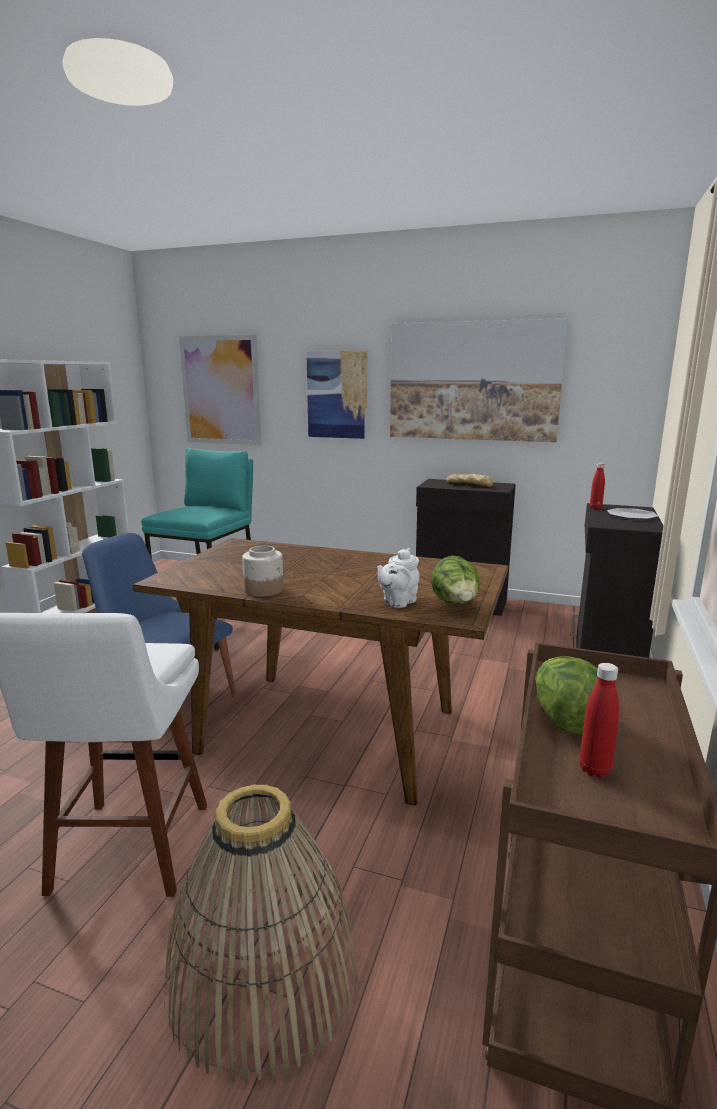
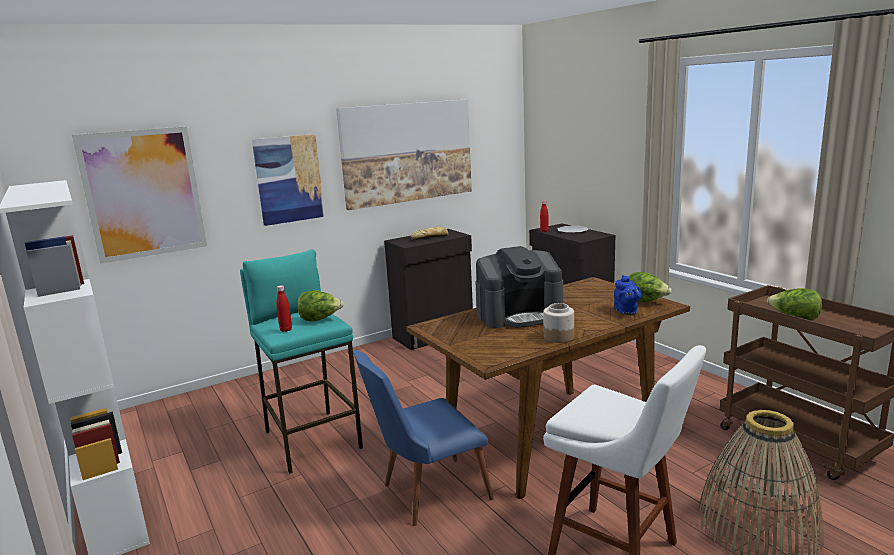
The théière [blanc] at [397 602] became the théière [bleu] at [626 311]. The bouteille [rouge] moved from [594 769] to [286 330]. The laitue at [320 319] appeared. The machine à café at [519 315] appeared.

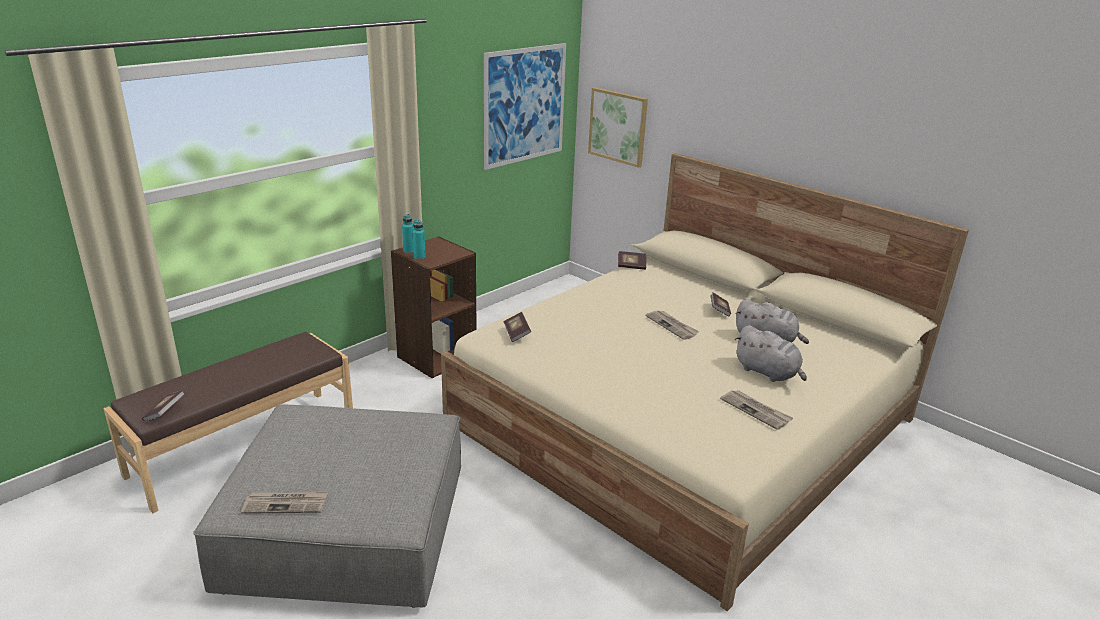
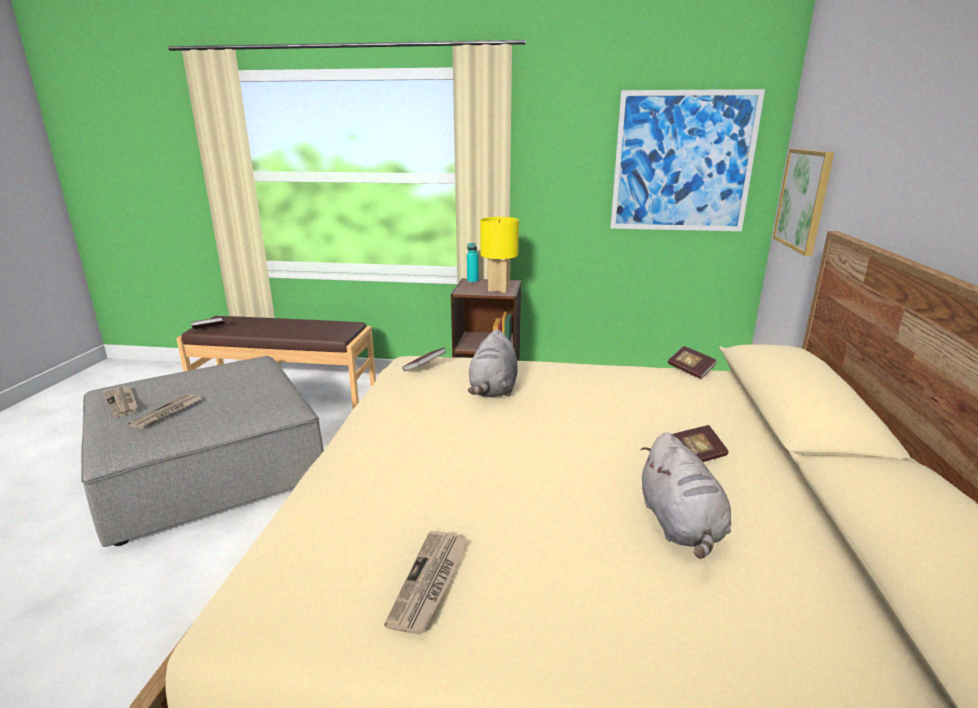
The bouteille [turquoise] at [419 257] disappeared. The journal moved from [672 326] to [167 413]. The peluche [gris] moved from [768 373] to [493 389]. The lampe de table [jaune] at [498 289] appeared.

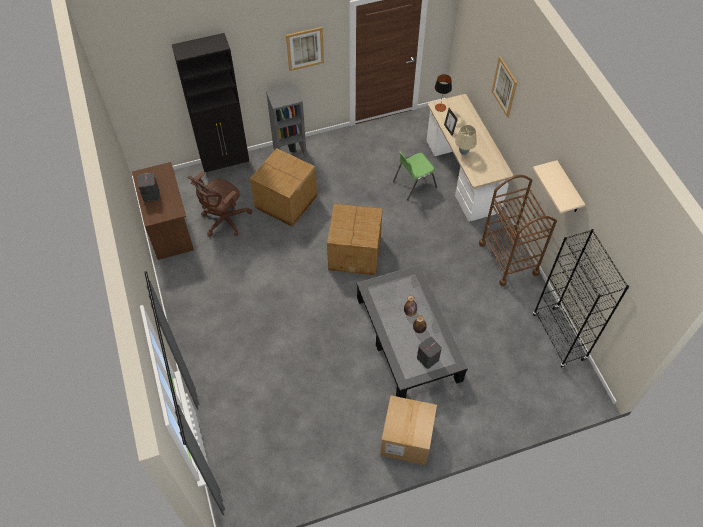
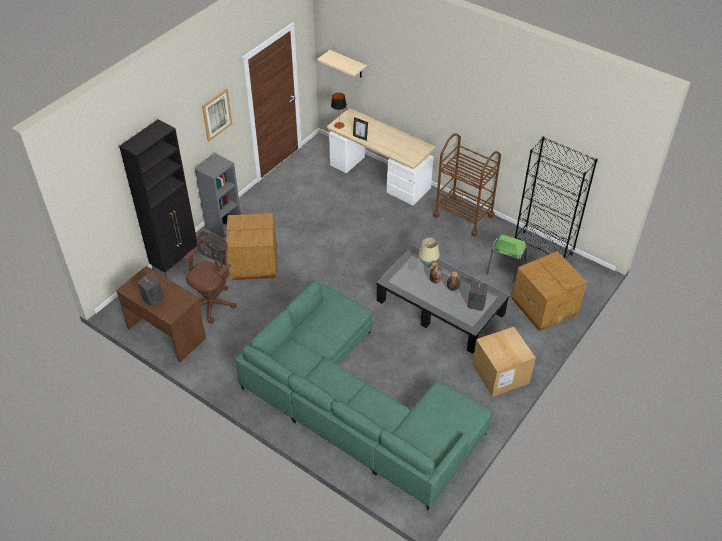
The chaise de bureau [marron] at [224 221] turned 150 degrees counterclockwise. The carton moved from [355 252] to [544 305]. The chaise [vert] moved from [413 184] to [505 267]. The lampe de table [beige] moved from [463 152] to [428 265]. The tableau at [504 86] disappeared. The étagère [beige] moved from [568 188] to [348 64]. The canapé [vert] at [355 404] appeared.

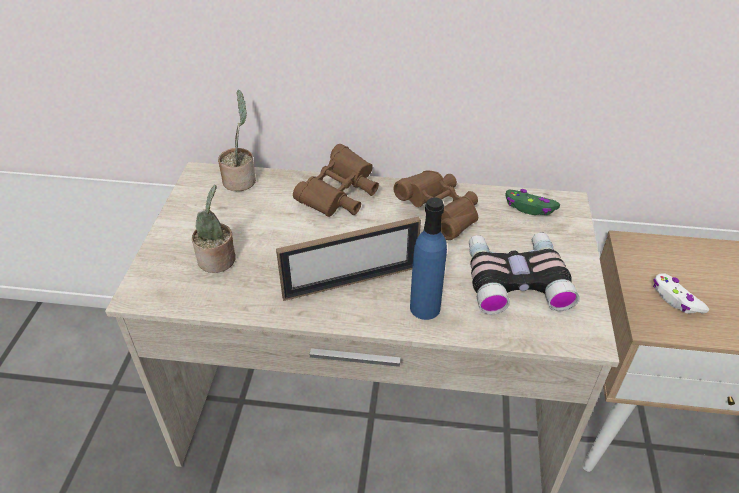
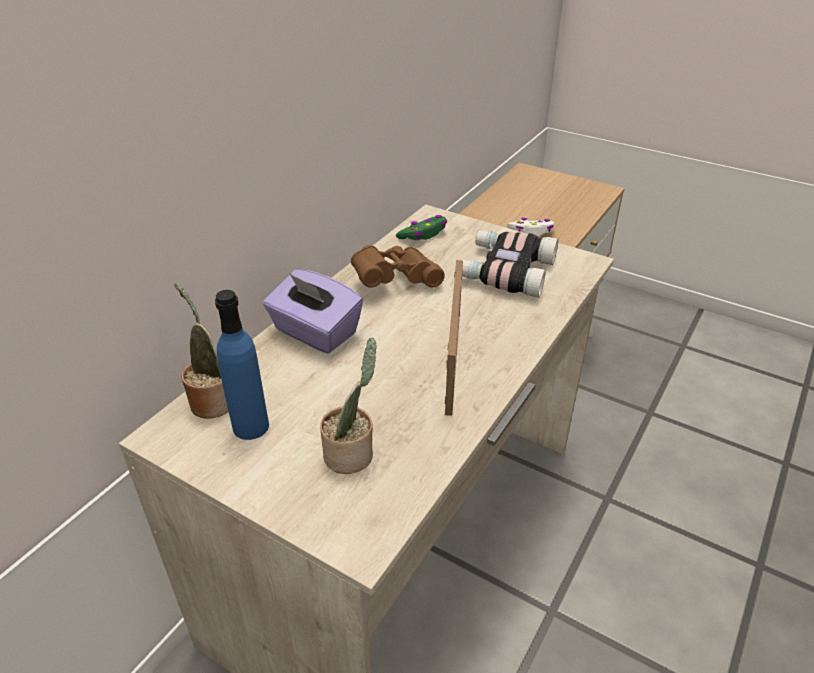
The jumelles [marron] at [339 196] was replaced by the boîte à mouchoirs [violet] at [315 332]. The bouteille [bleu] moved from [425 308] to [250 426].

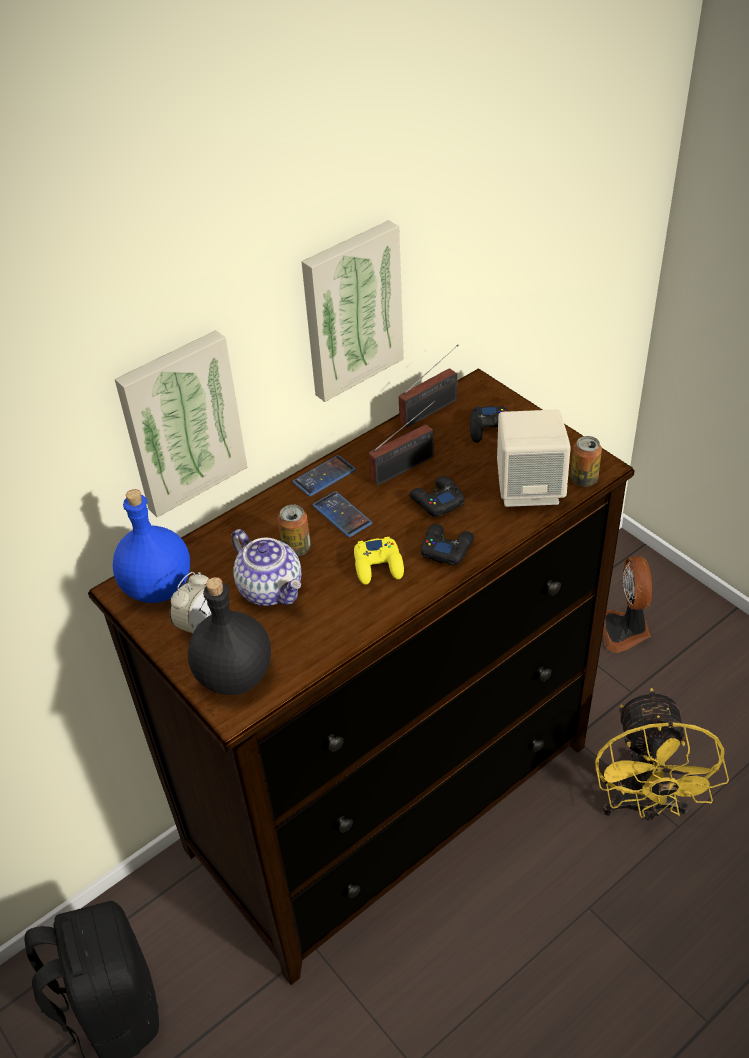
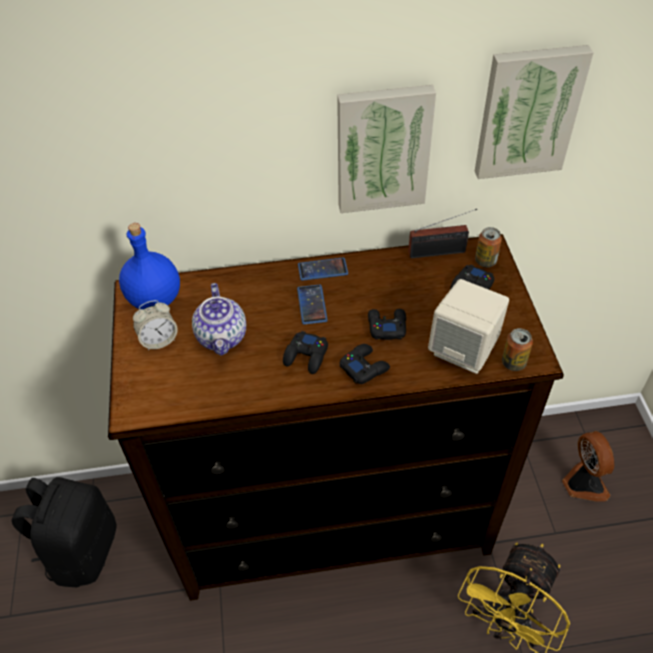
The tableau moved from [181 422] to [527 112]. The bouteille [noir] at [233 677] disappeared. The boîte métallique moved from [296 548] to [485 261]. The manette [jaune] at [378 565] became the manette [noir] at [306 356]. The radio at [406 467] disappeared. The ventilateur at [625 630] turned 135 degrees clockwise.

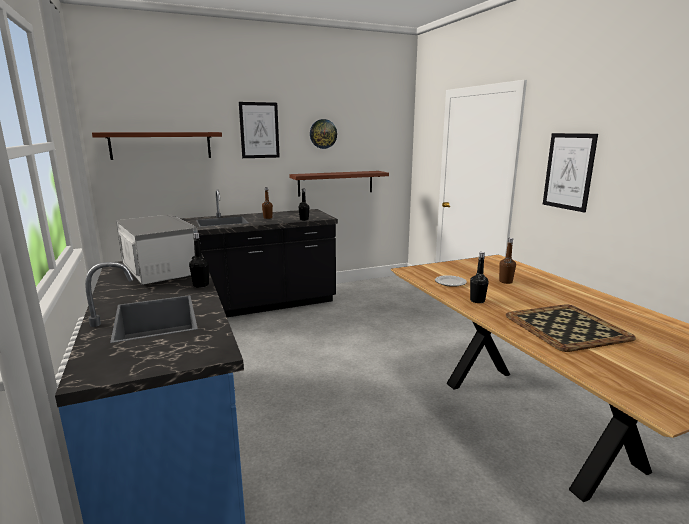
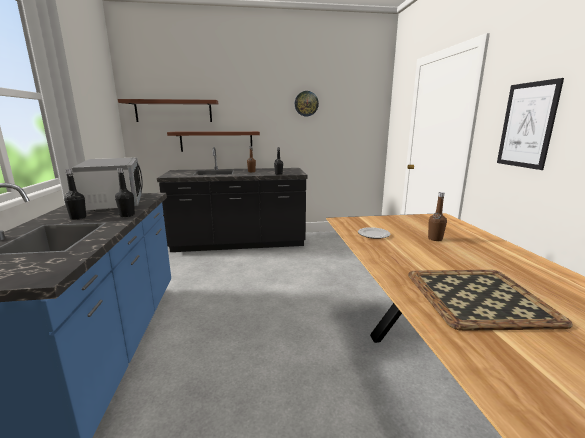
The tableau at [259 130] disappeared. The étagère moved from [336 183] to [216 141]. The bouteille [noir] moved from [477 301] to [78 218].

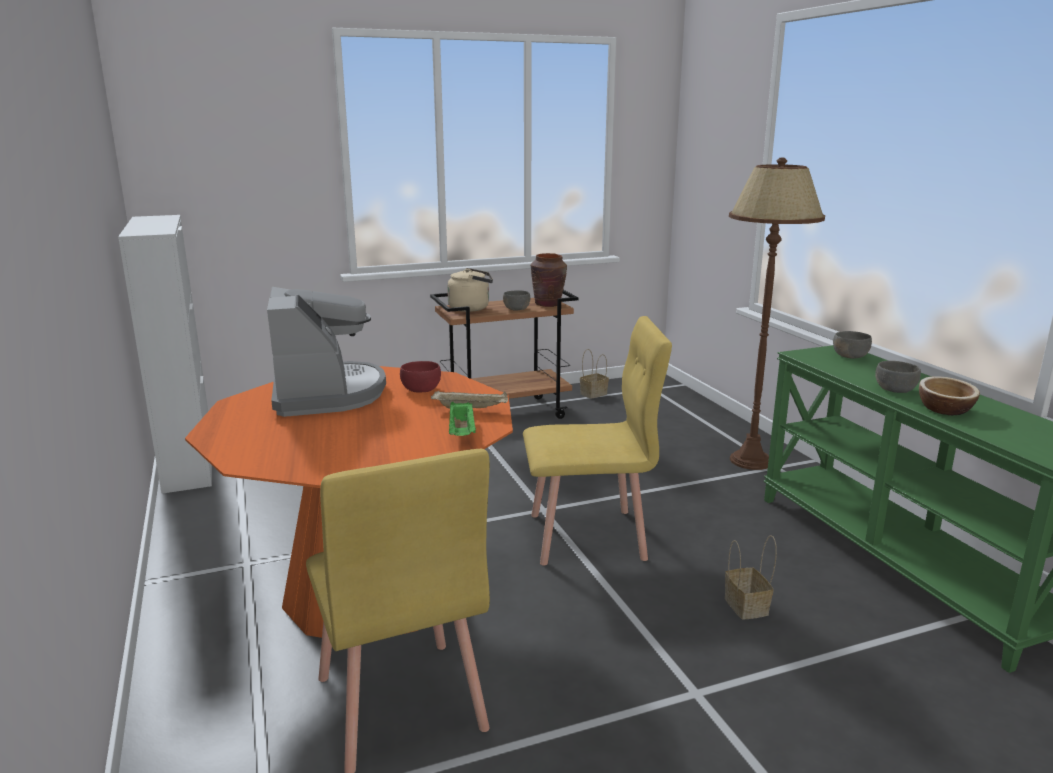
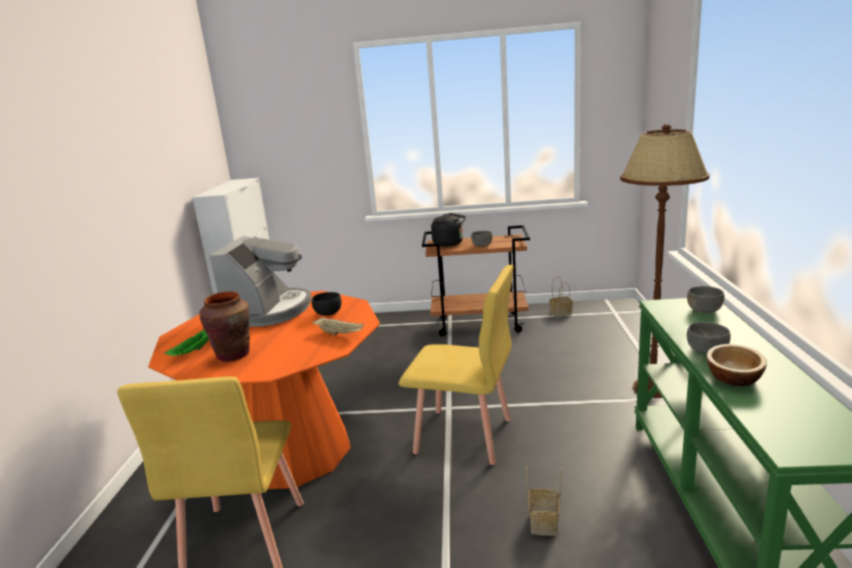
The bol [rouge] at [420 389] became the bol [noir] at [327 313]. The bouilloire [beige] at [471 308] became the bouilloire [noir] at [450 243]. The plateau [vert] moved from [462 432] to [193 351]. The vase [marron] moved from [548 304] to [233 355].

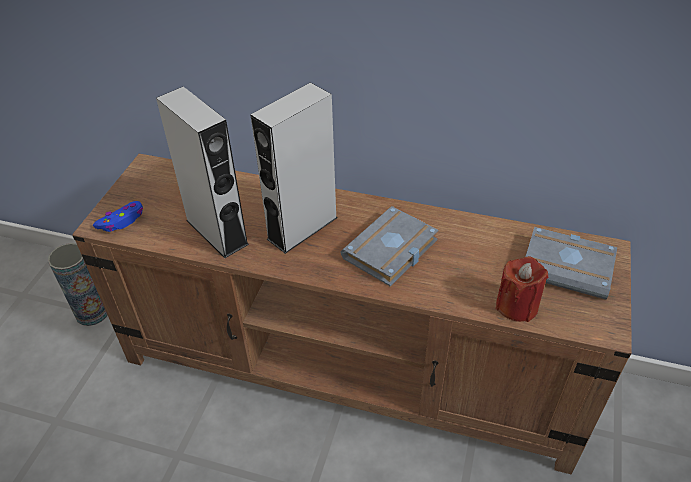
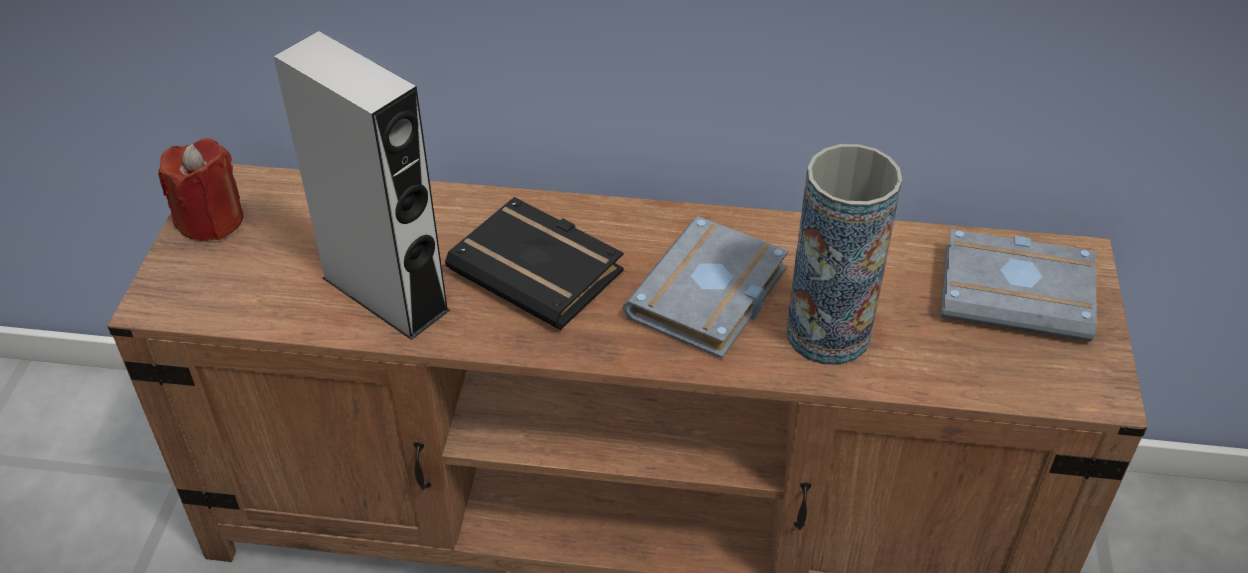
The vase moved from [92 312] to [828 334]. The manette [bleu] at [122 221] disappeared. The enceinte [gris] at [302 228] was replaced by the livre [noir] at [541 271]. The bougie [rouge] moved from [517 306] to [211 220].

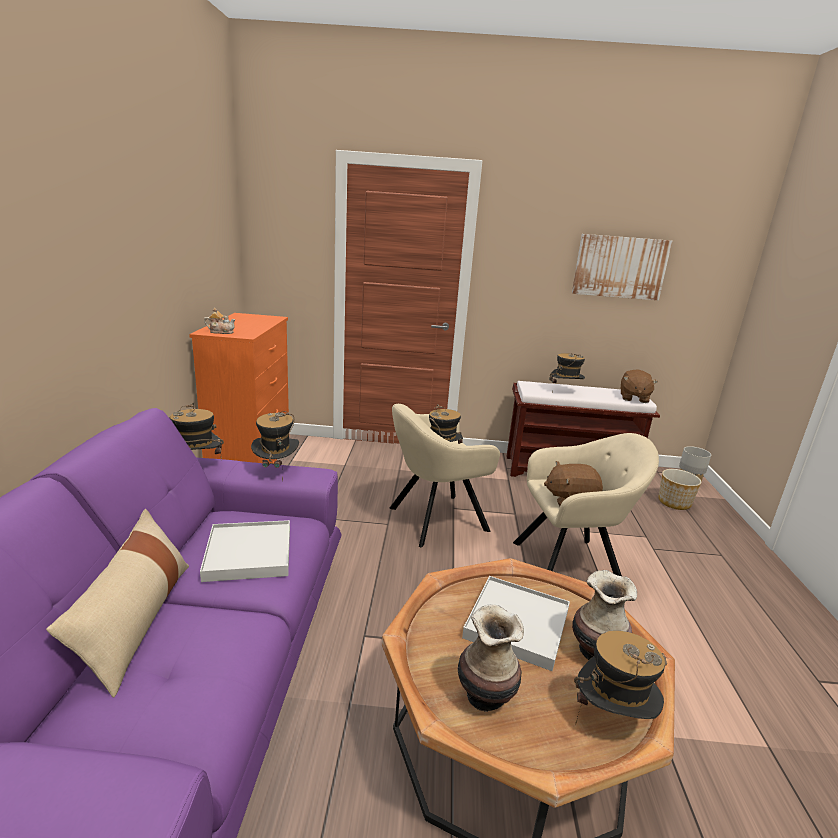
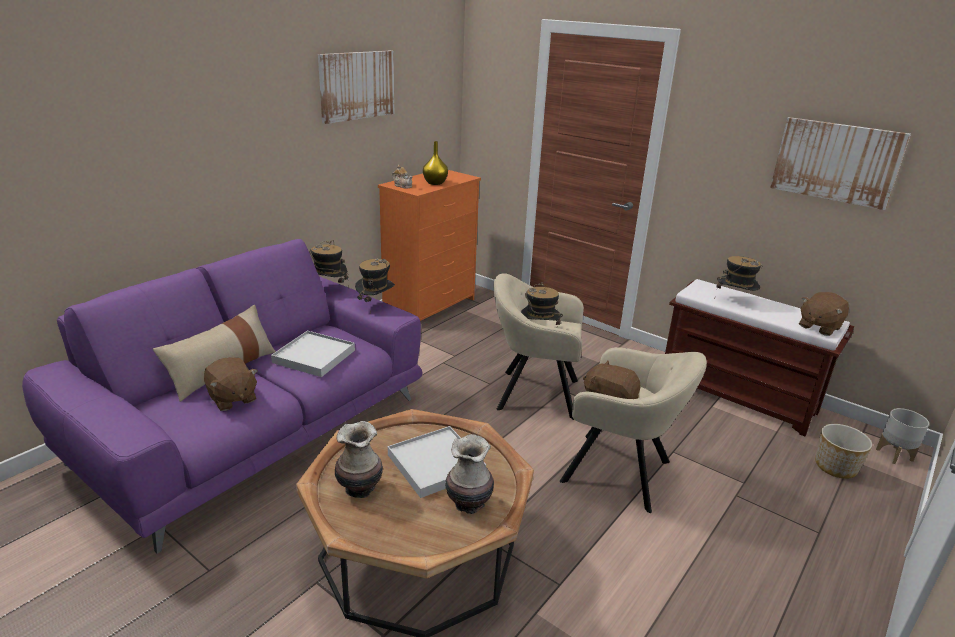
The chapeau at [611 719] disappeared. The peluche [marron] at [232 399] appeared. The tableau at [356 85] appeared. The vase [jaune] at [435 183] appeared.

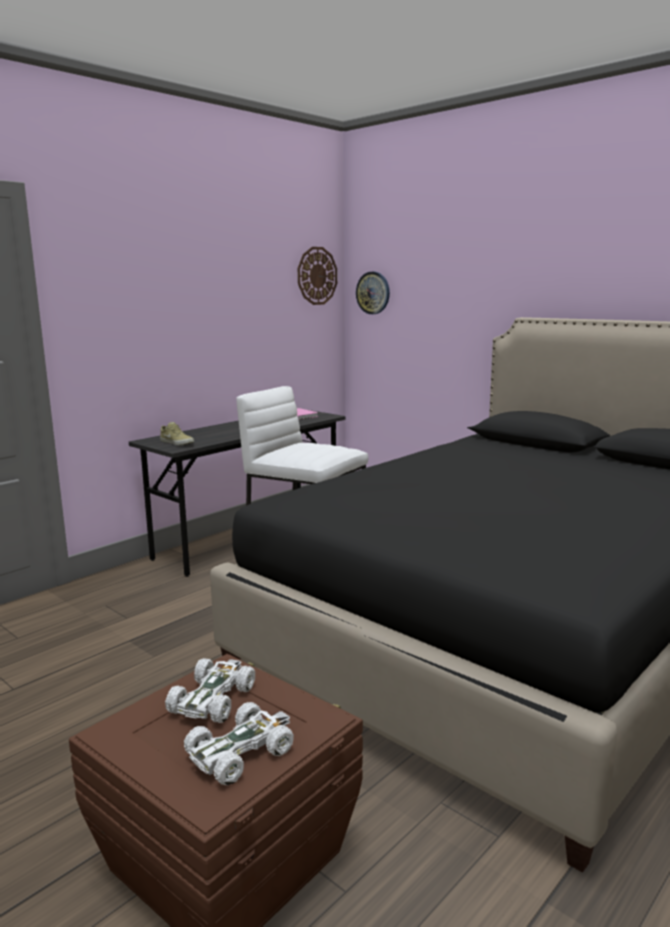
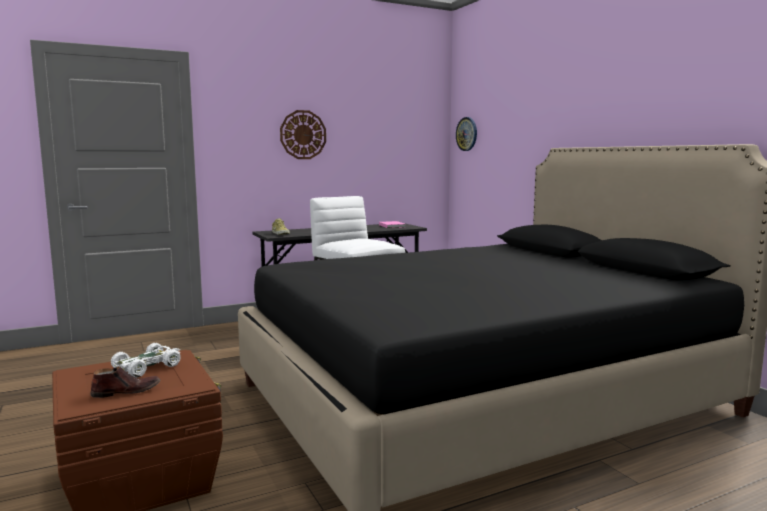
The petite voiture [blanc] at [241 752] was replaced by the chaussure [marron] at [126 391]. The horloge murale moved from [317 276] to [303 135].

